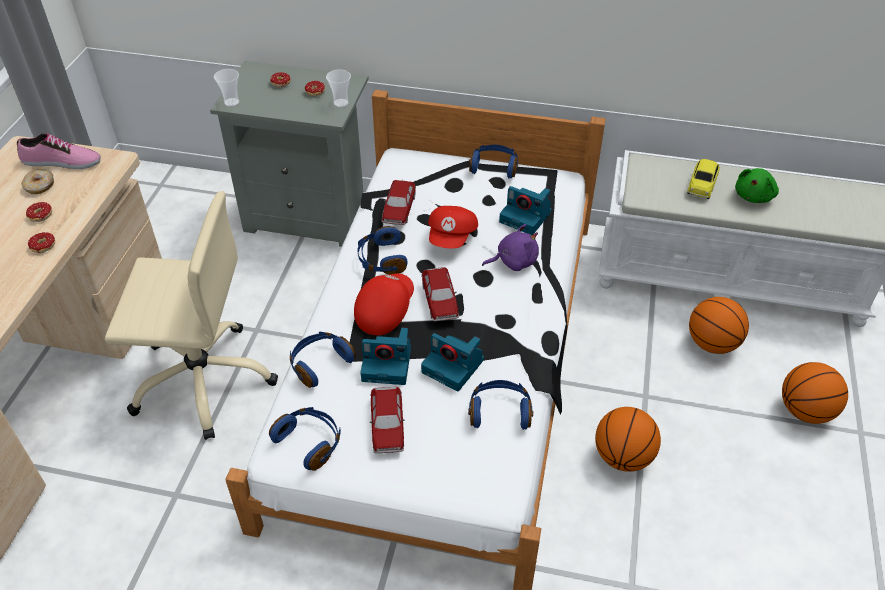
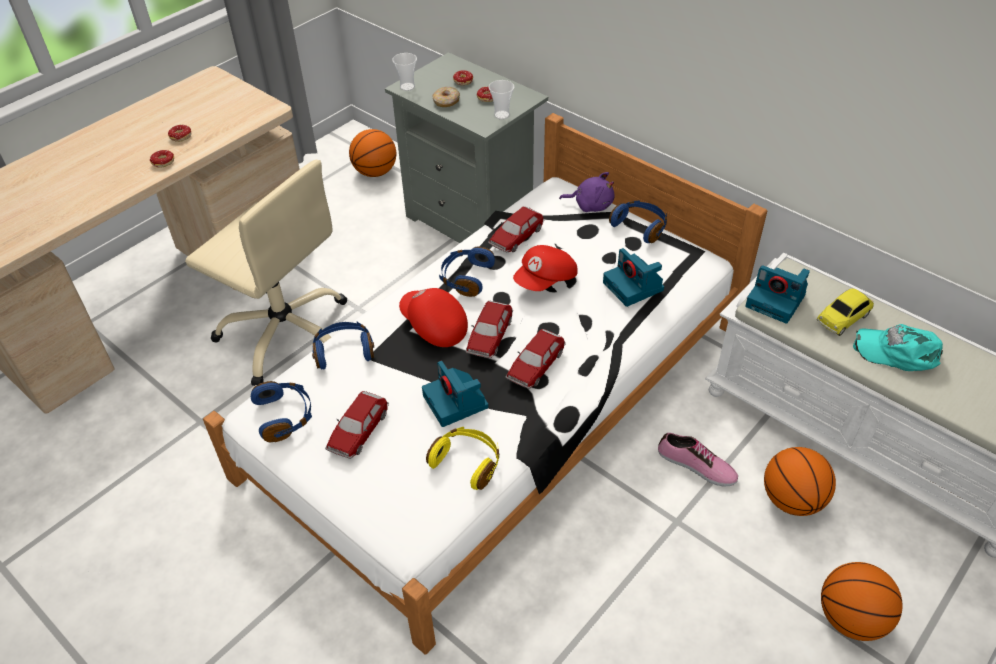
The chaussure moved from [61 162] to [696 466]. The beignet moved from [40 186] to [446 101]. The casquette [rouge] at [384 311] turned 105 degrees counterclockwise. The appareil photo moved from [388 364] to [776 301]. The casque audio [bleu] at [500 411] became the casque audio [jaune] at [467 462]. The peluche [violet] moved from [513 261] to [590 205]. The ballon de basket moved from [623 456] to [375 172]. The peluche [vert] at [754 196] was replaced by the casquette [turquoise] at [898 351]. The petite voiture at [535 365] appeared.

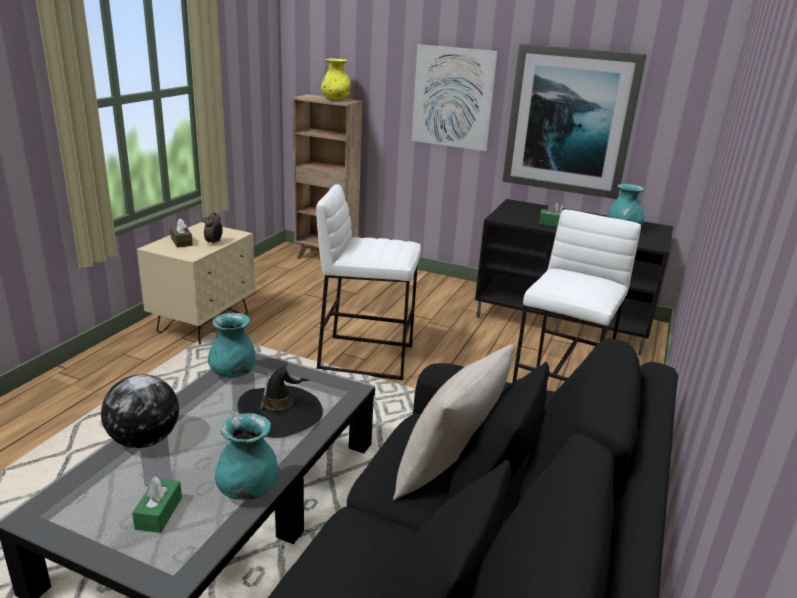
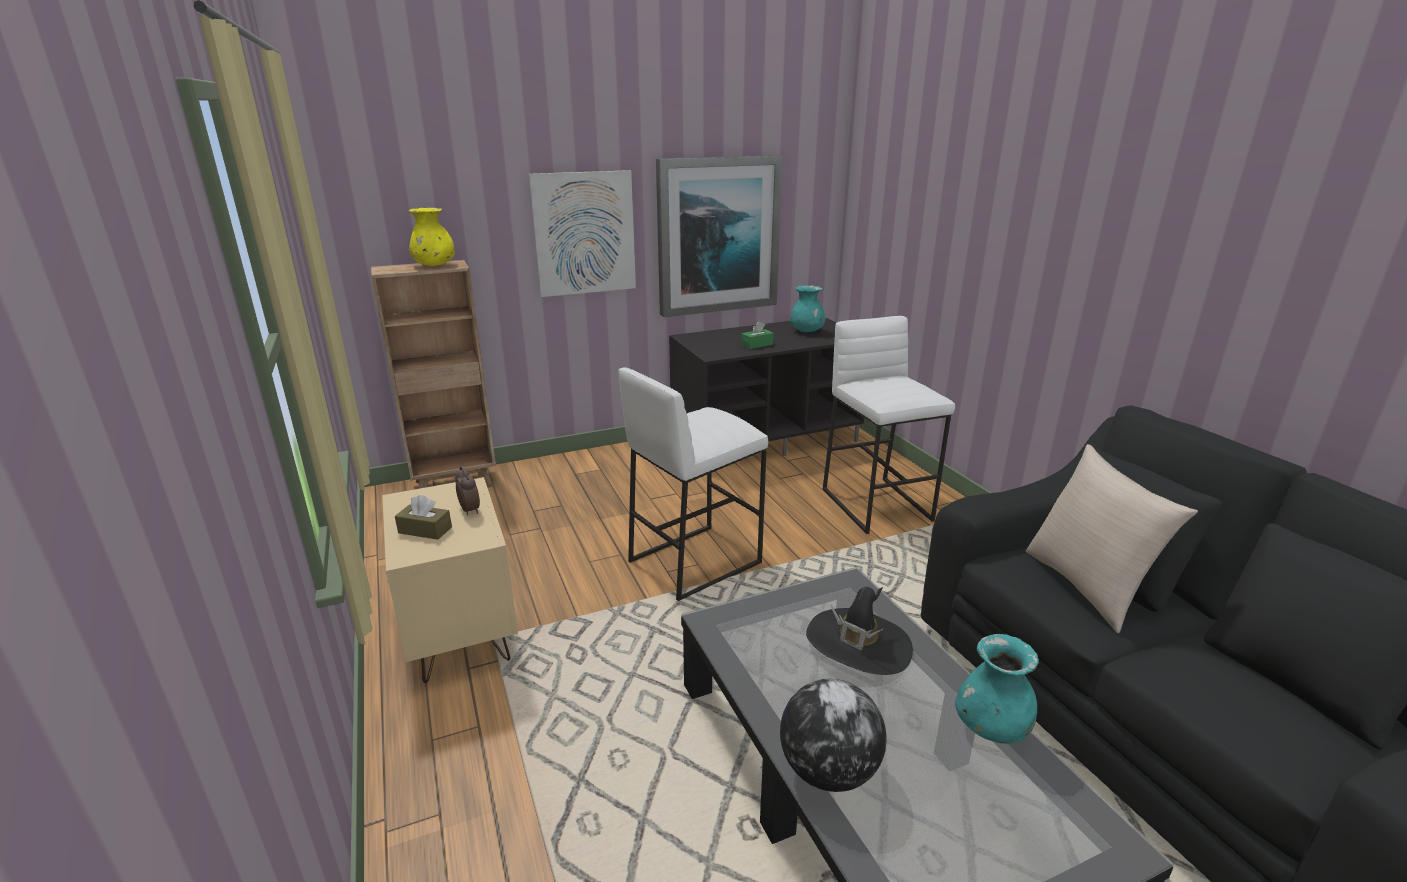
The boîte à mouchoirs [vert] at [159 513] disappeared. The vase [turquoise] at [233 373] disappeared.

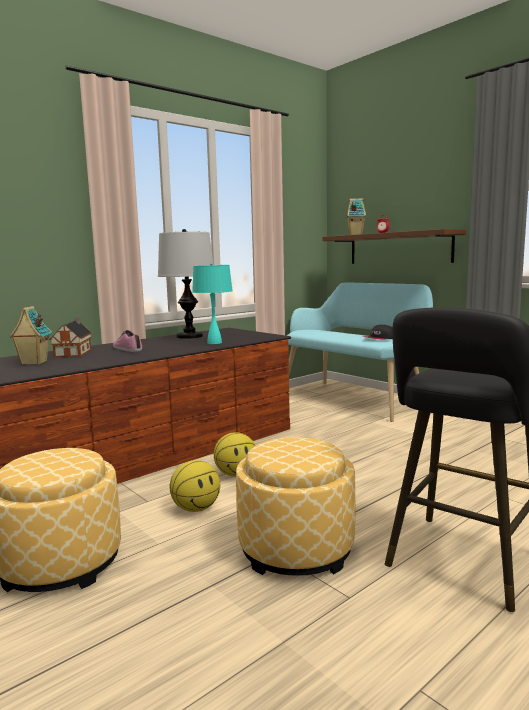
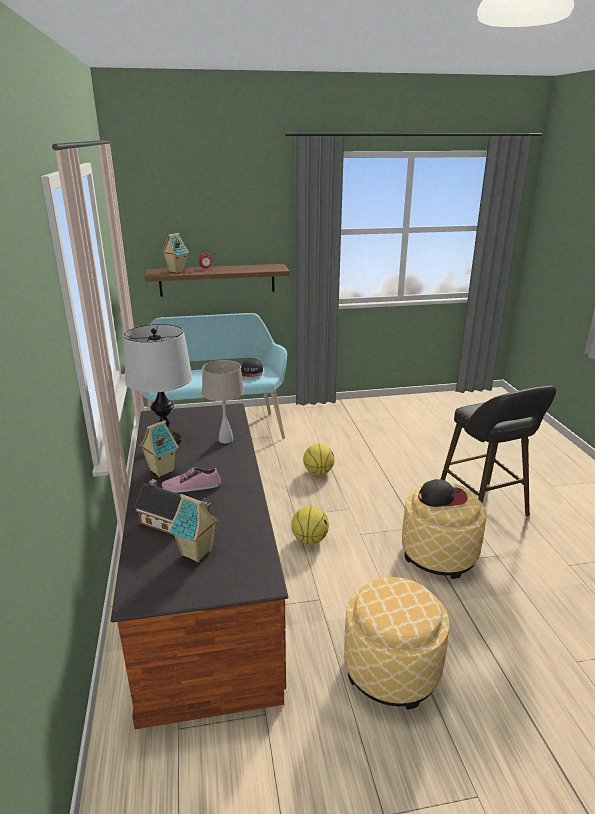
The ballon de basket moved from [196 508] to [318 472]. The lampe de table [turquoise] at [214 343] became the lampe de table [beige] at [226 439]. The maison miniature at [161 471] appeared. The casquette at [442 498] appeared.

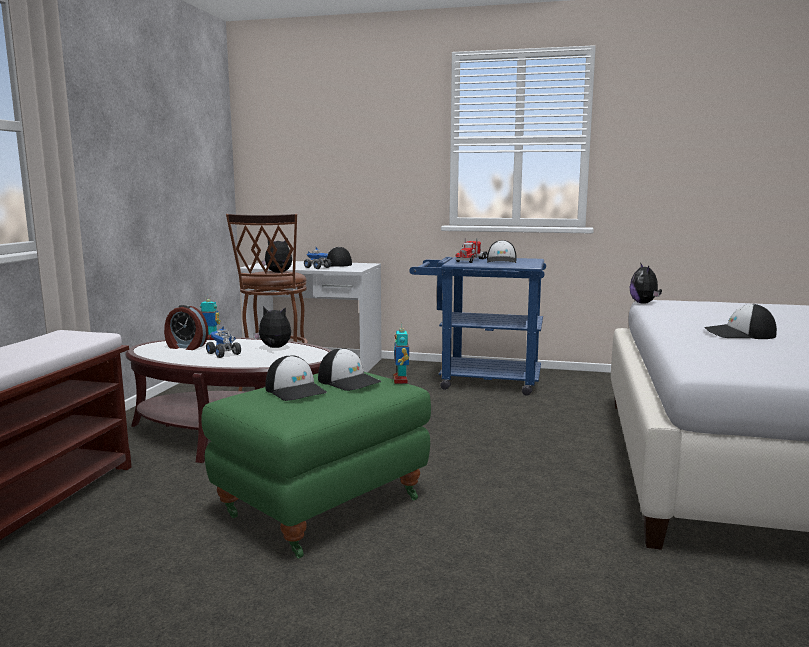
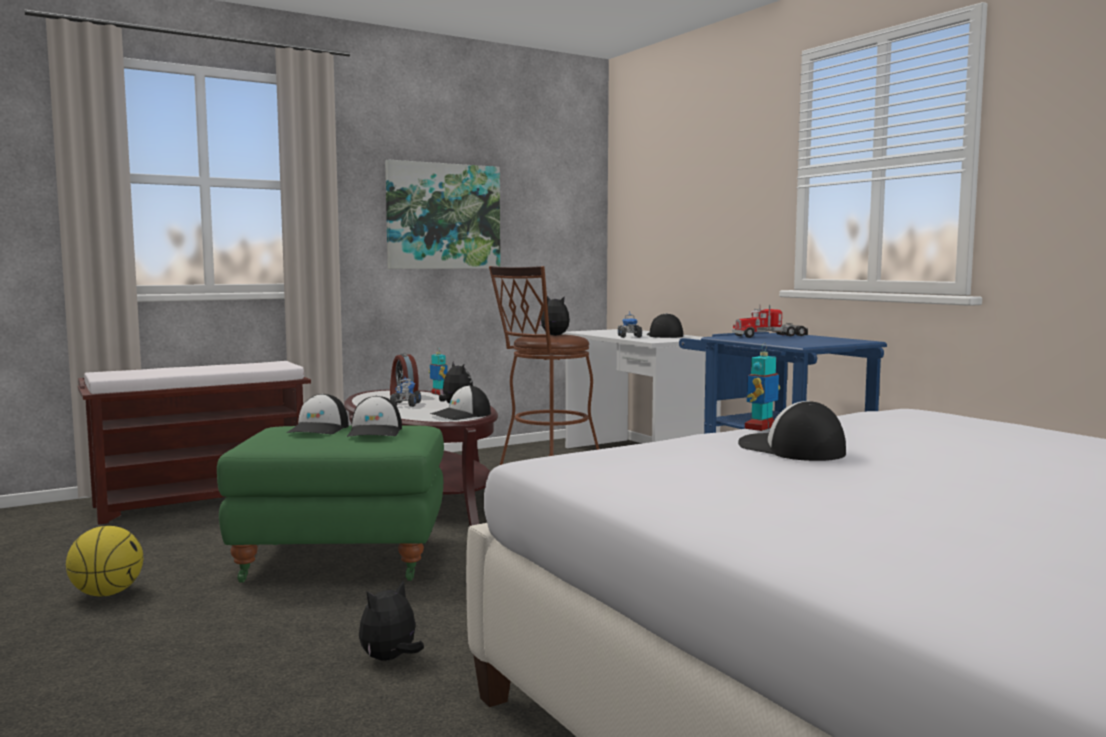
The robot jouet moved from [401 380] to [760 428]. The casquette moved from [502 261] to [461 415]. The peluche moved from [644 303] to [390 659]. The ballon de basket at [107 593] appeared. The tableau at [443 216] appeared.

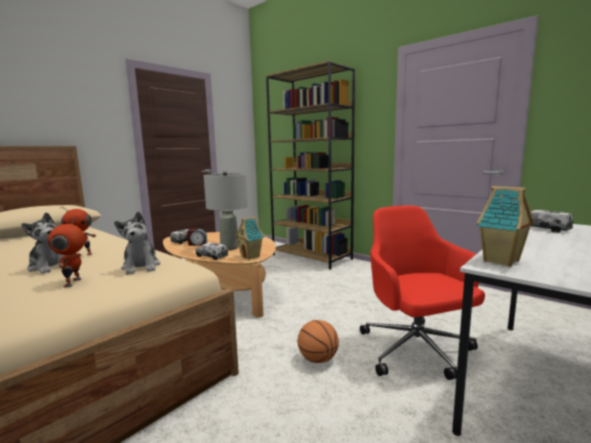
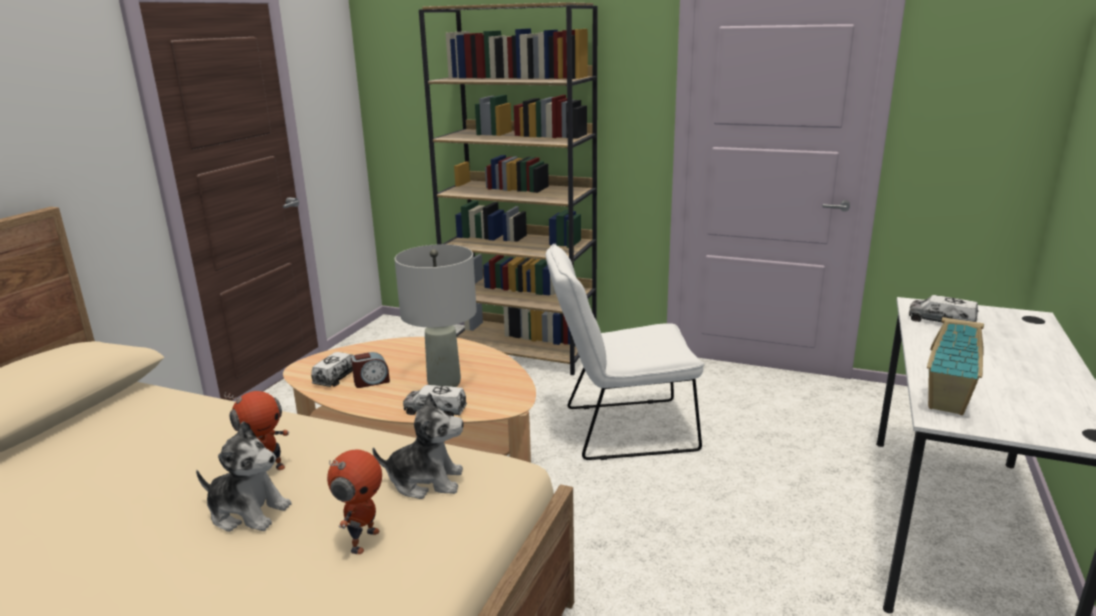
The robot jouet at [74 282] turned 135 degrees counterclockwise. The peluche at [141 267] turned 45 degrees counterclockwise. The maison miniature at [251 256] disappeared. The ballon de basket at [318 359] disappeared. The chaise de bureau [rouge] at [416 351] disappeared. The chaise [blanc] at [620 429] appeared.

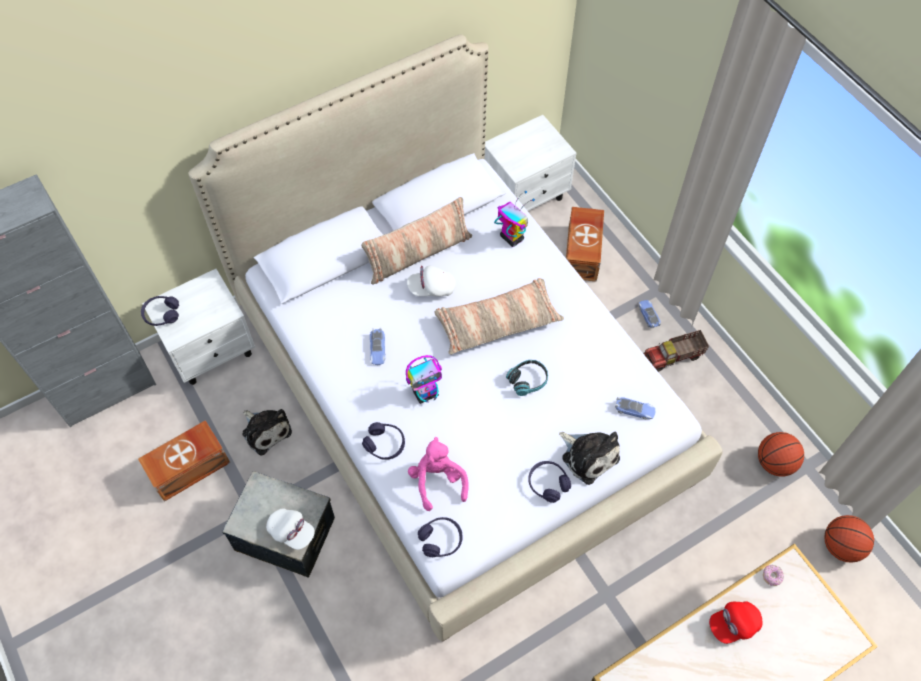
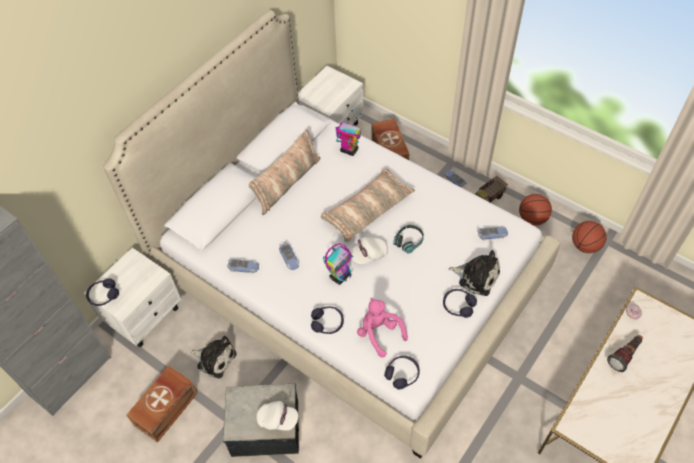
The casquette [blanc] moved from [431 288] to [369 255]. The casquette [rouge] at [733 625] was replaced by the lampe de poche at [624 355]. The ballon de basket moved from [841 546] to [532 218]. The petite voiture at [243 267] appeared.

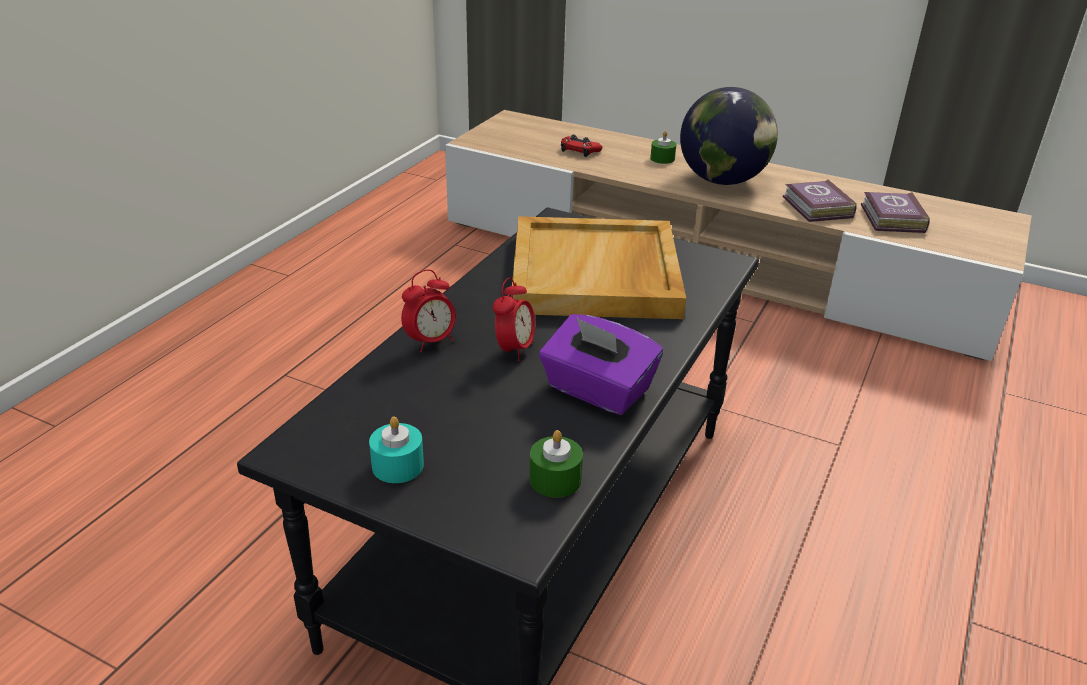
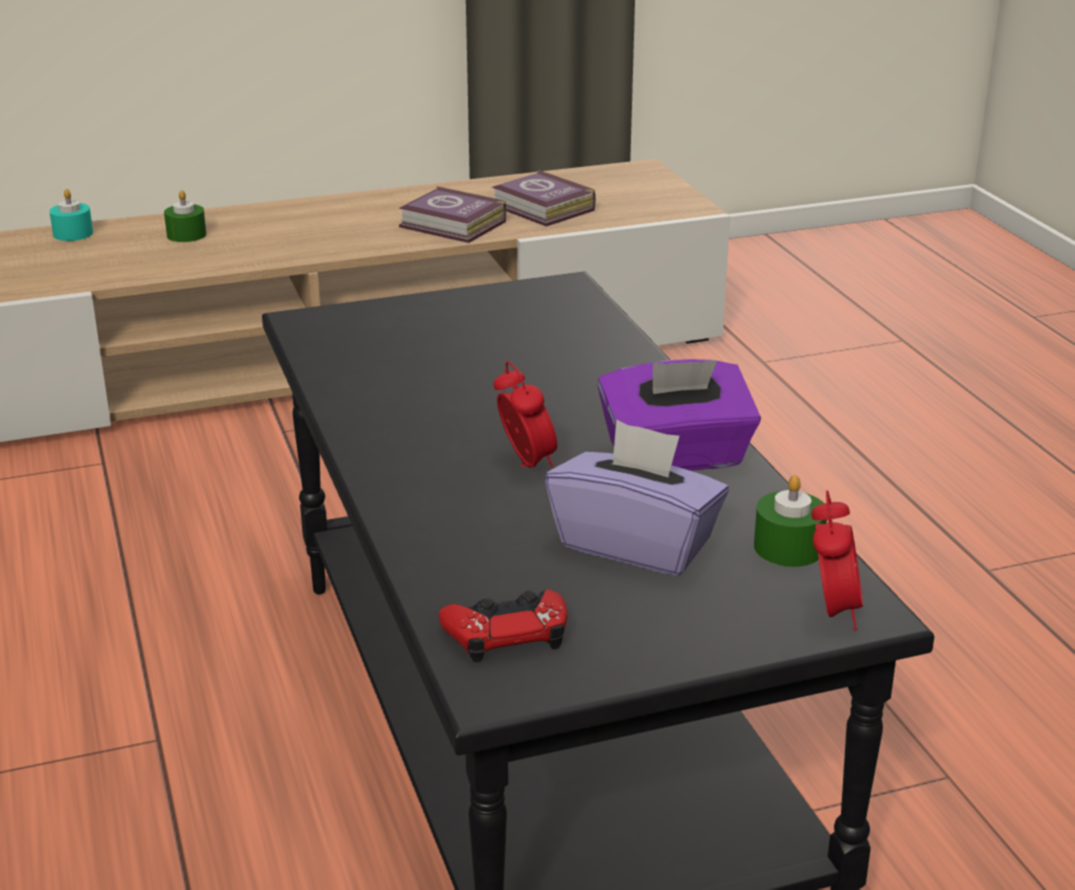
The bougie [turquoise] moved from [397 465] to [73 233]. The réveil moved from [431 342] to [832 612]. The plateau [beige] at [596 275] disappeared. The manette [rouge] moved from [579 150] to [507 633]. The globe at [722 180] disappeared. The boîte à mouchoirs [violet] at [636 544] appeared.

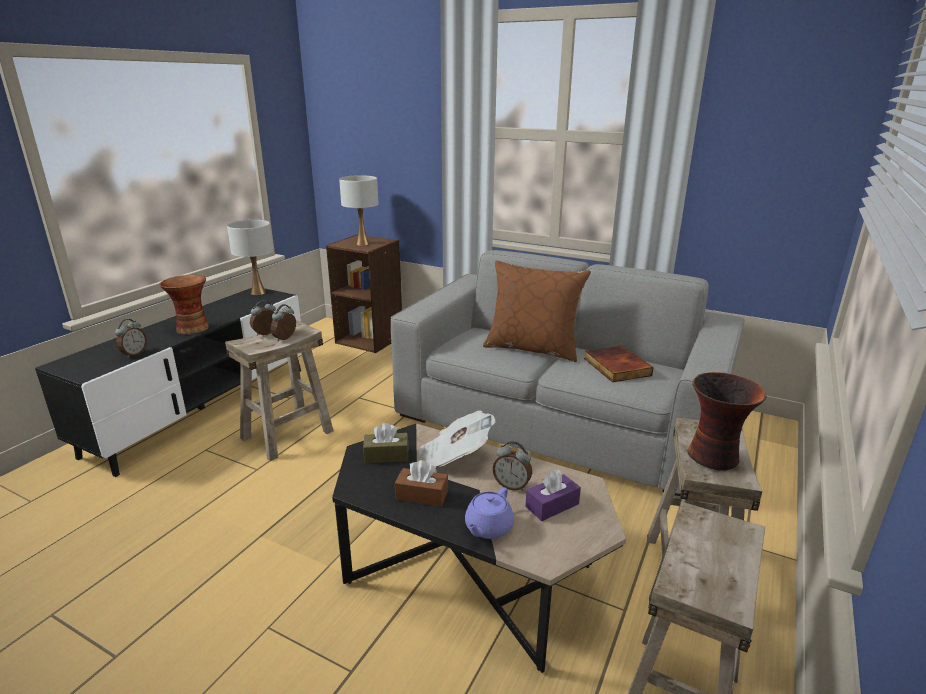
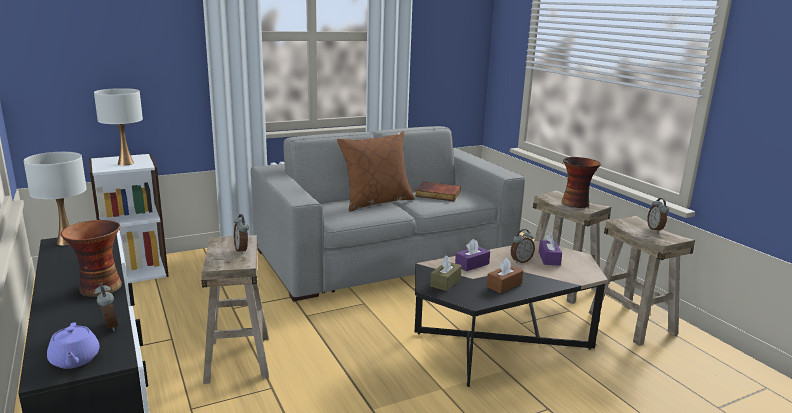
The réveil moved from [266 334] to [655 229]. The bibliothèque [marron] at [370 339] became the bibliothèque [blanc] at [135 270]. The journal at [455 456] was replaced by the boîte à mouchoirs [violet] at [472 264]. The théière [violet] moved from [488 528] to [75 360].

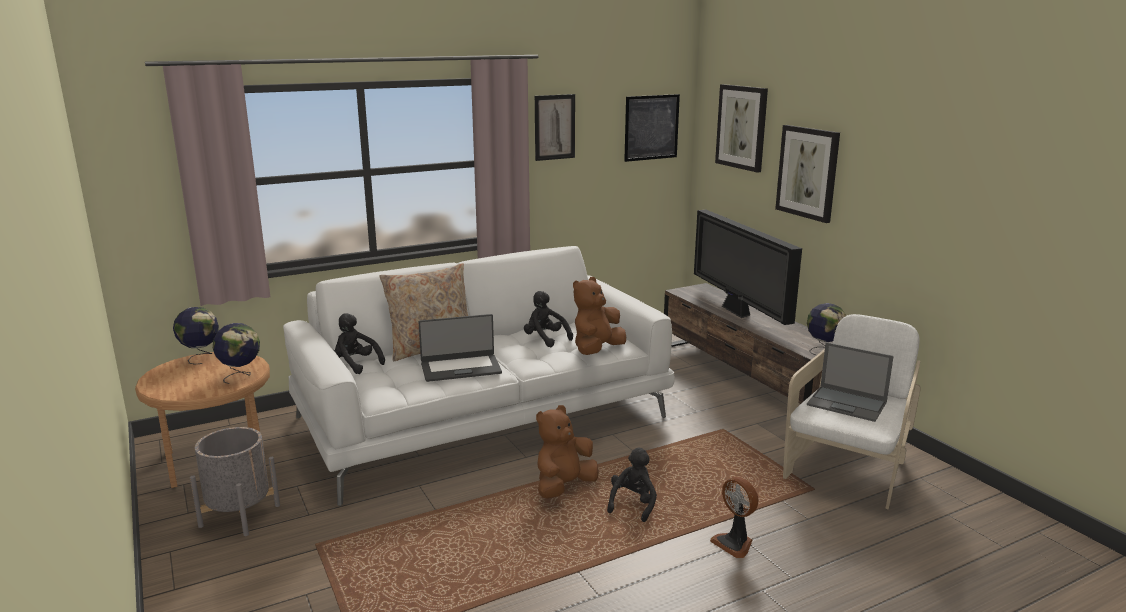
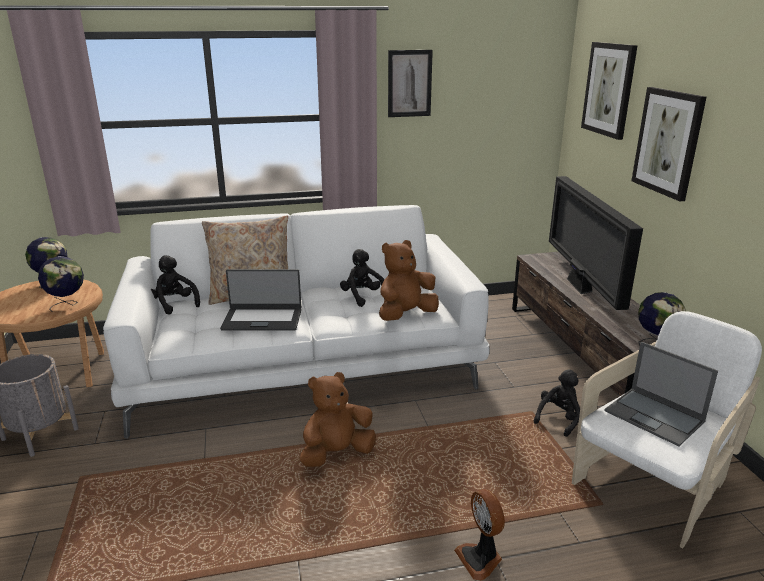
The peluche [noir] moved from [633 504] to [558 419]. The tableau at [651 127] disappeared.

